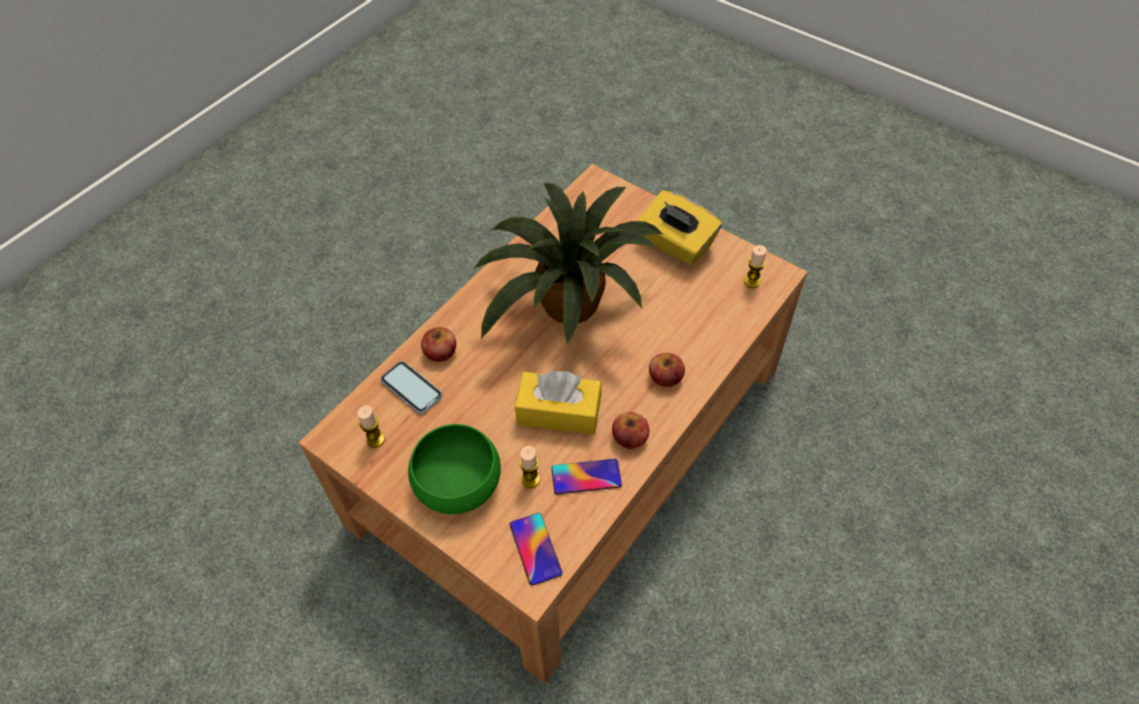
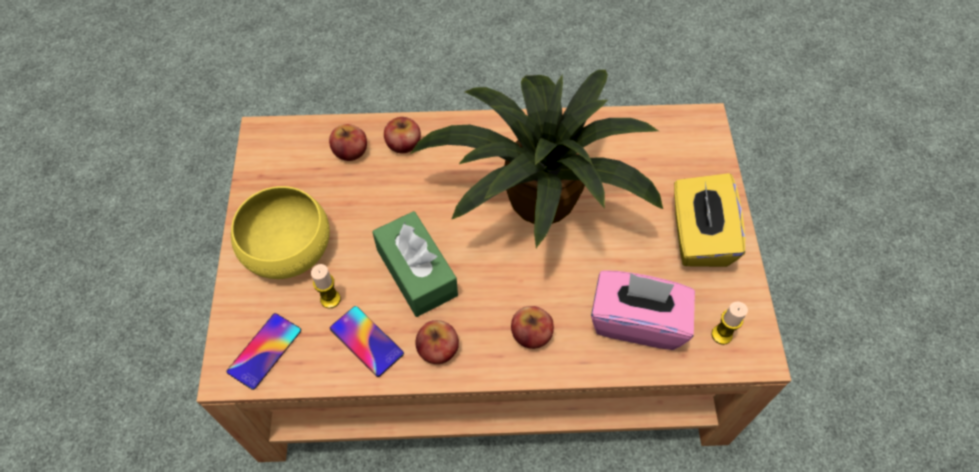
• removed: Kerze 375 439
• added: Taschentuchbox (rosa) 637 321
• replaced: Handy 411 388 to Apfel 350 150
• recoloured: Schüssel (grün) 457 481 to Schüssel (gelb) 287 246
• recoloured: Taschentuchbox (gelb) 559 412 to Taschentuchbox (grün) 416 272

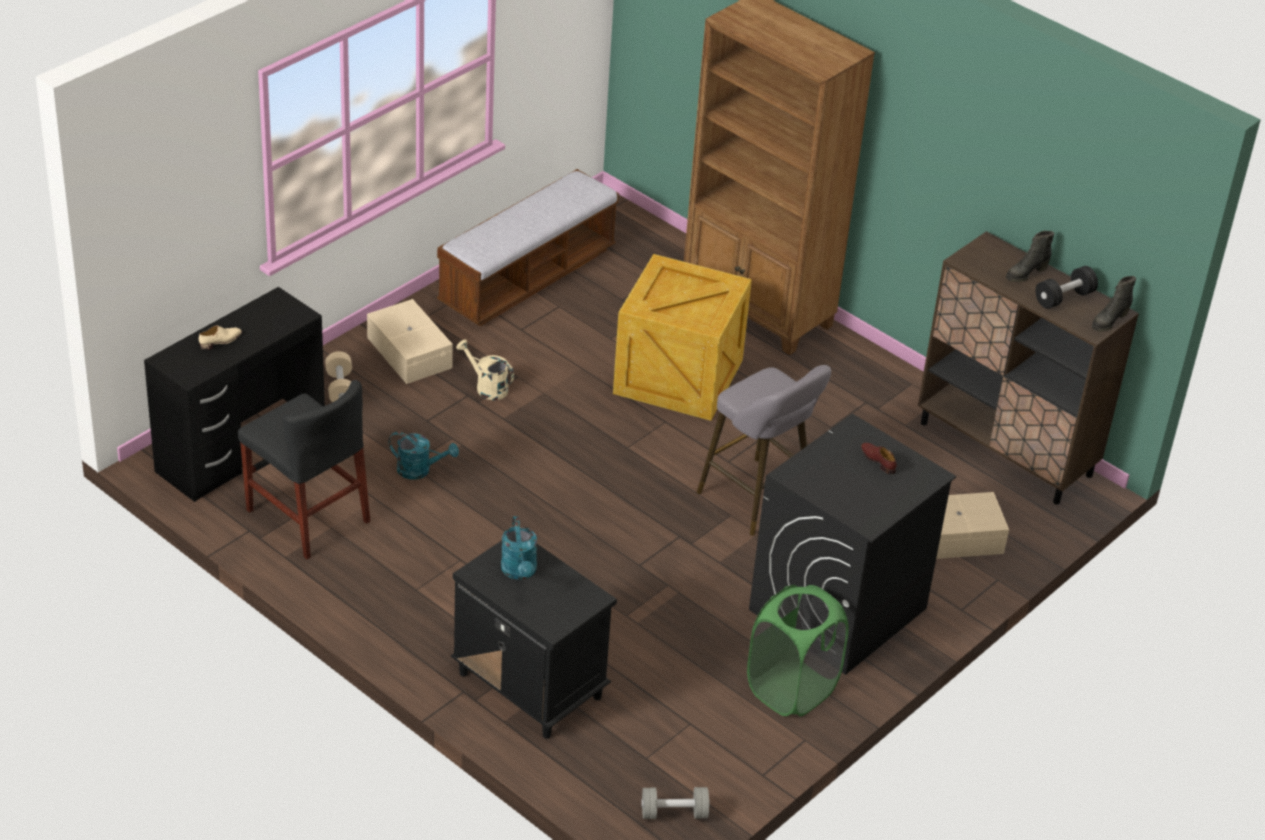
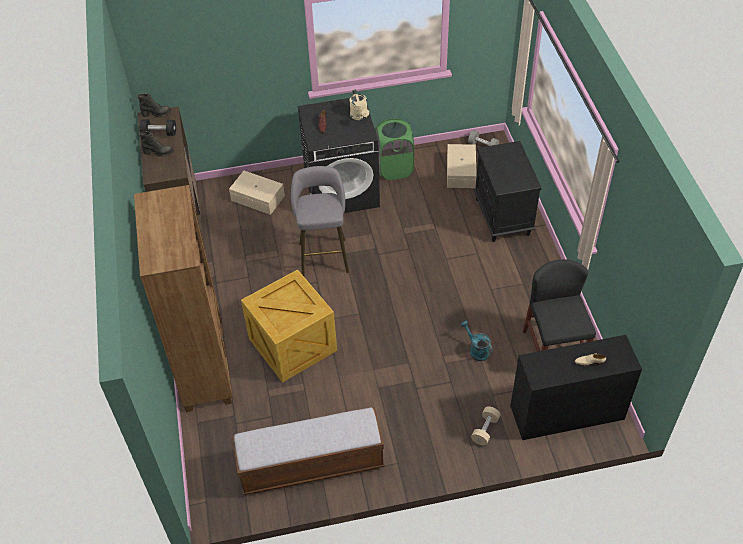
• removed: Gießkanne (türkis) 520 572
• moved: Aufbewahrungsbox (beige) 410 352 to 460 172
• moved: Gießkanne (beige) 487 387 to 360 116

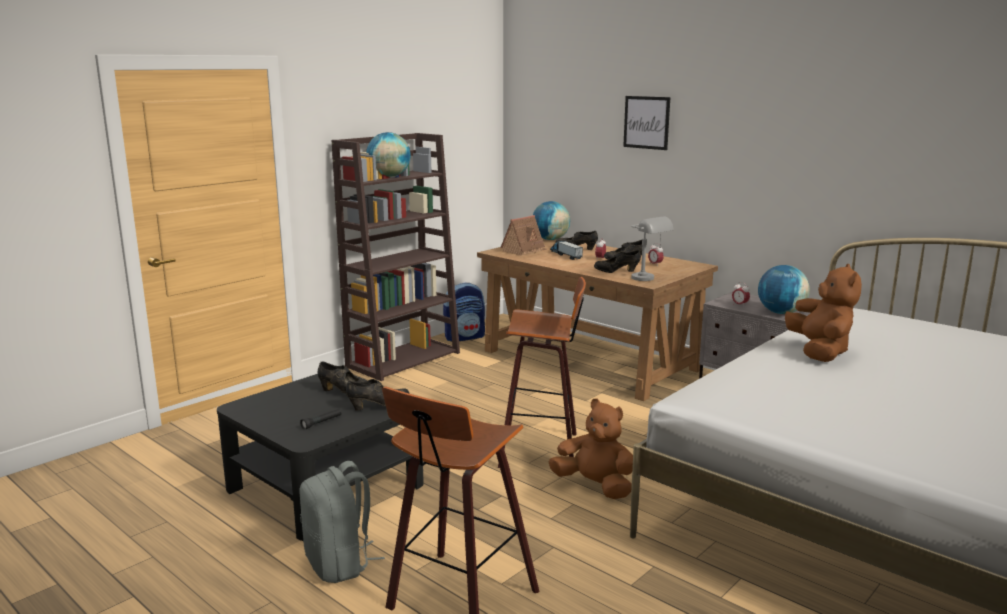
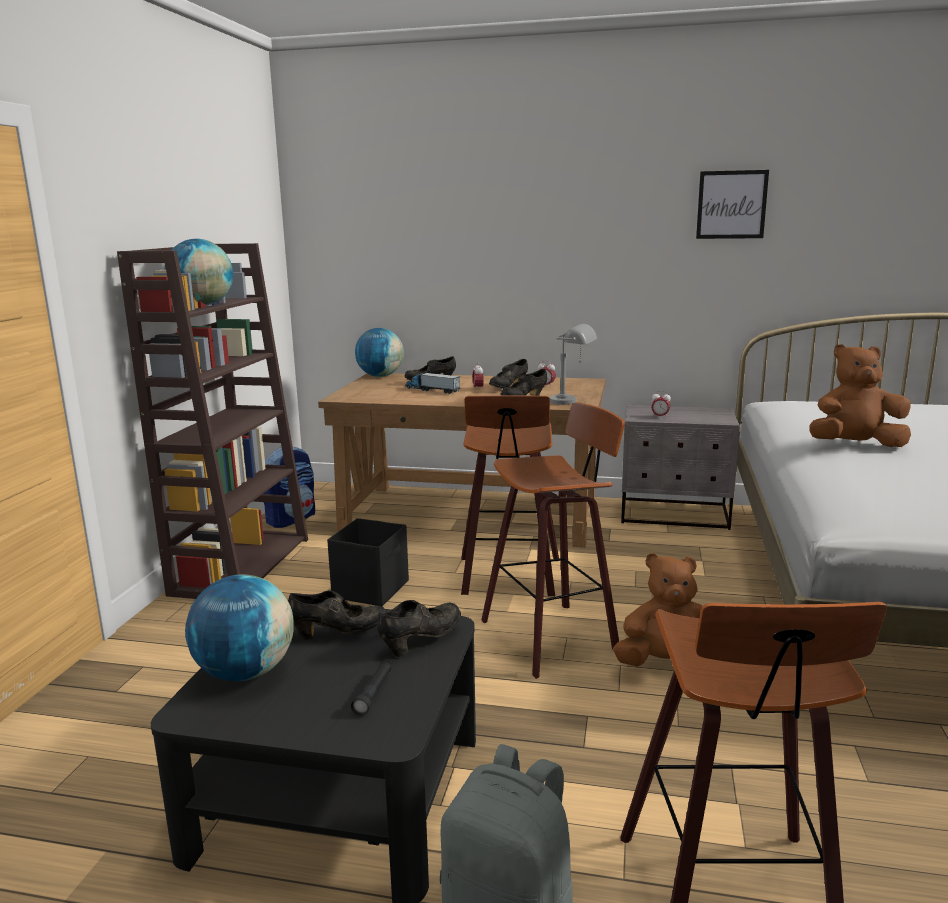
• removed: Spielzeughaus 524 250
• added: Aufbewahrungsbox (schwarz) 372 589
• added: Hocker 509 578
• moved: Bild 646 122 to 731 204
• moved: Globus 781 313 to 245 673
• turned: Plüschtier (braun) 819 352 = 855 445 60 degrees counterclockwise

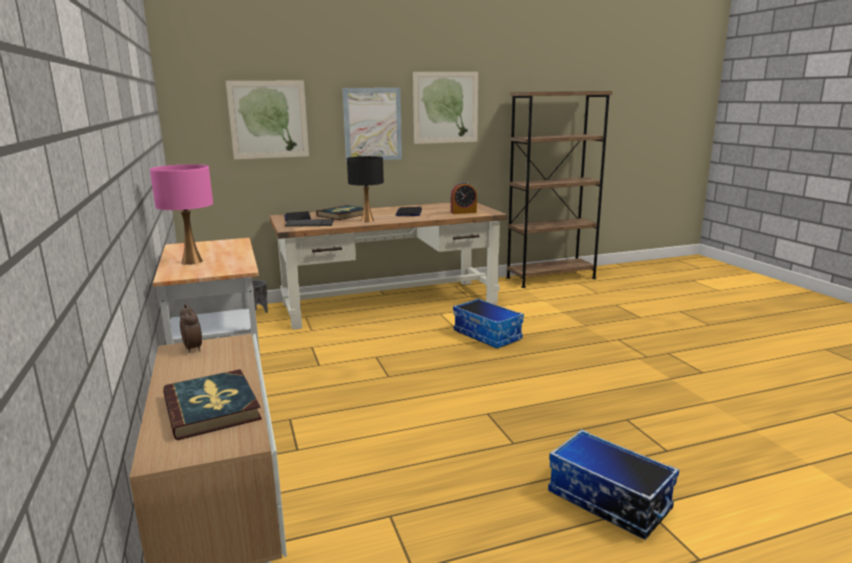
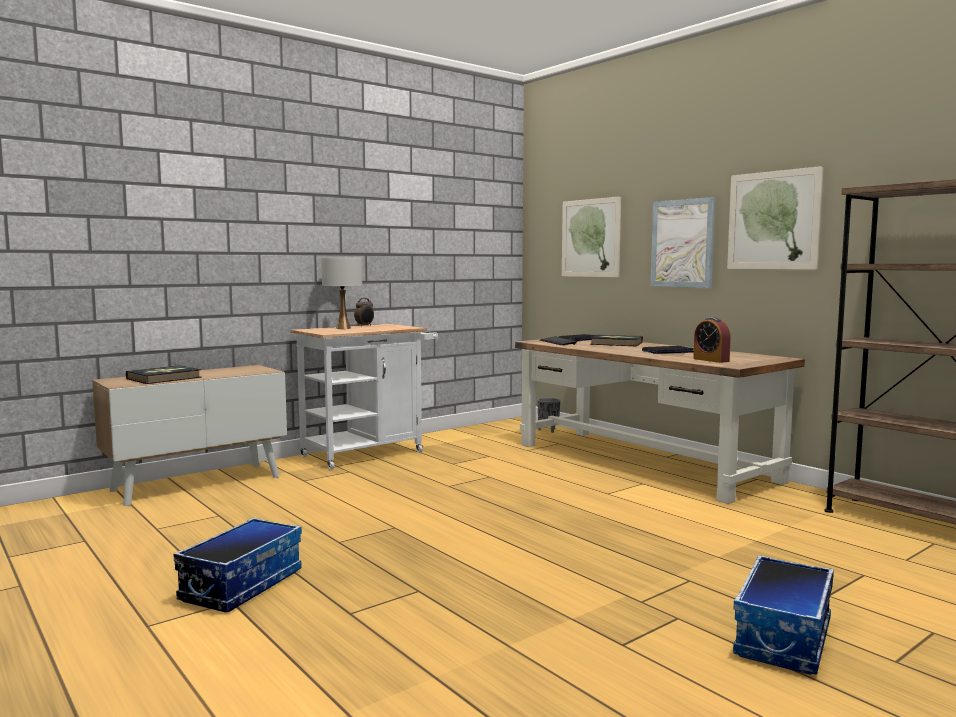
• removed: Tischlampe (schwarz) 367 221
• moved: Wecker 193 348 to 364 325
• moved: Aufbewahrungsbox 488 335 to 785 638
• recoloured: Tischlampe (rosa) 192 262 to Tischlampe (weiß) 343 328

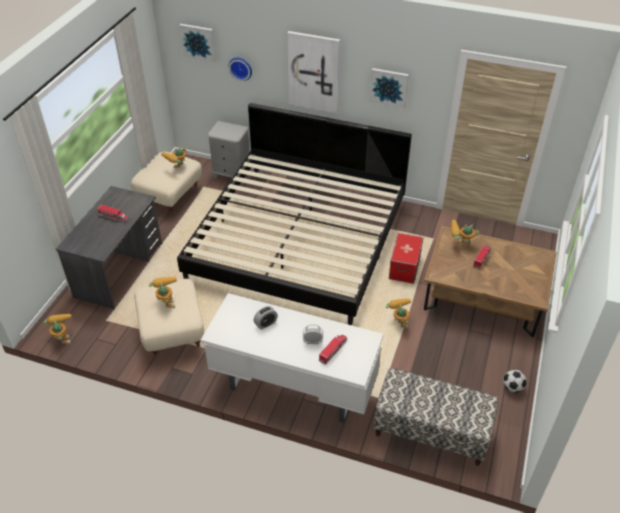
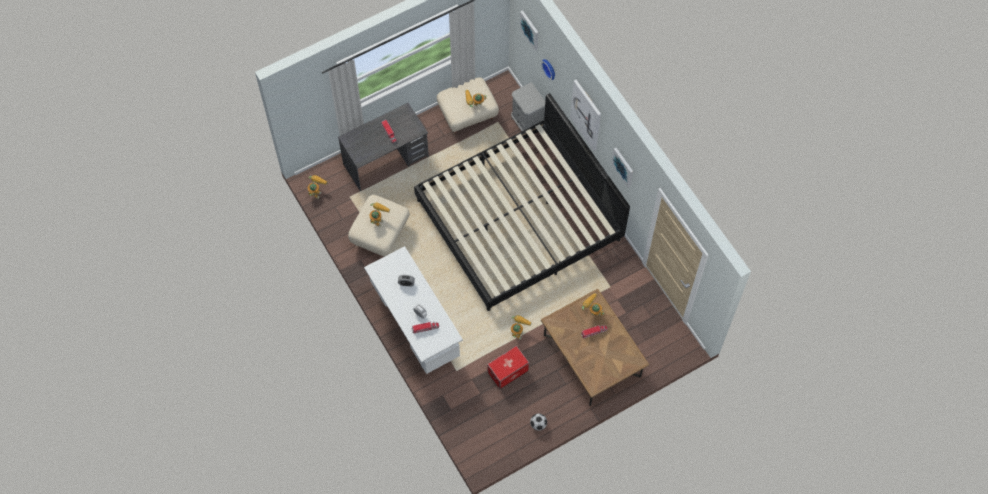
• removed: Bank 430 432
• moved: Aufbewahrungsbox 404 267 to 508 371

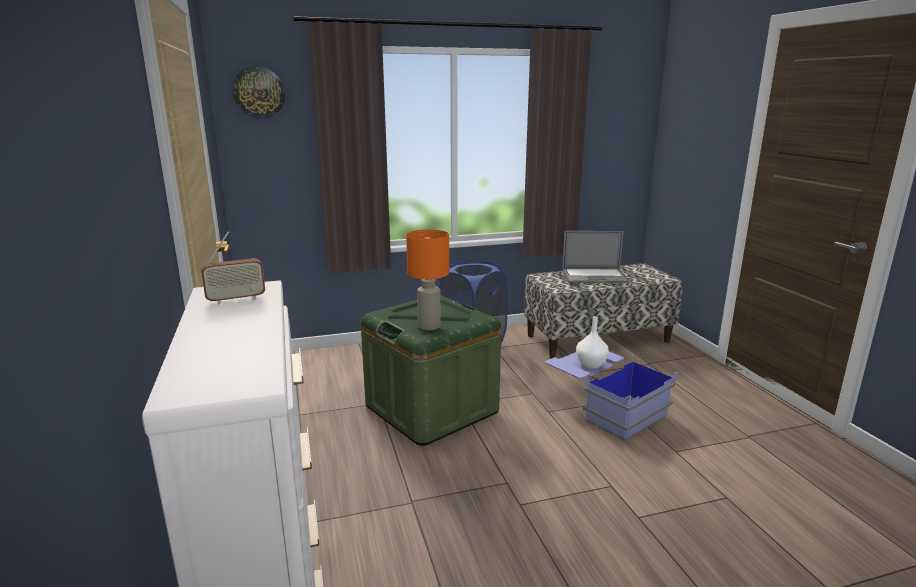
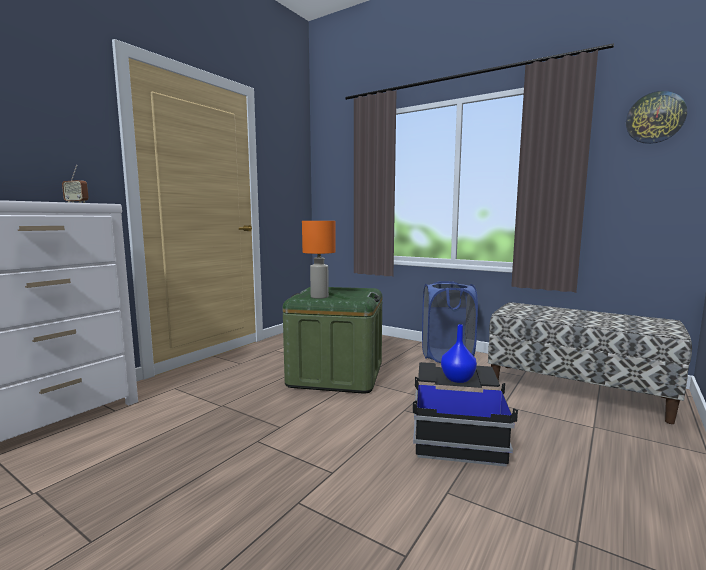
• removed: Laptop 594 276
• moved: Wanduhr 259 92 to 655 118
• recoloured: Aufbewahrungsbox (blau) 604 408 to Aufbewahrungsbox (schwarz) 457 430
• recoloured: Vase (weiß) 590 364 to Vase (blau) 457 379

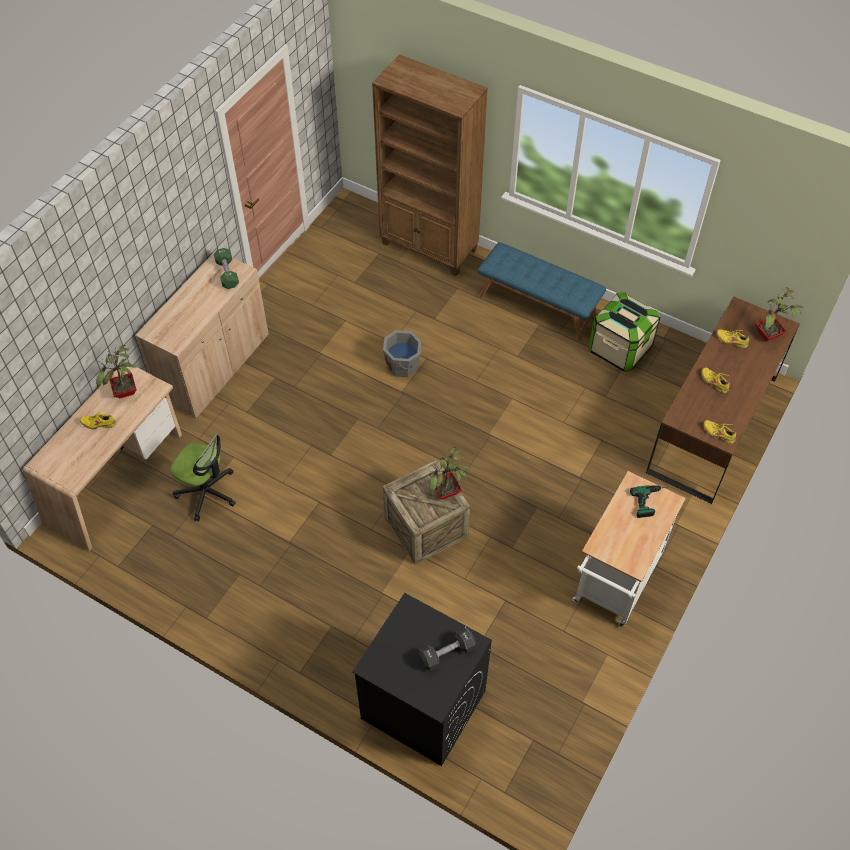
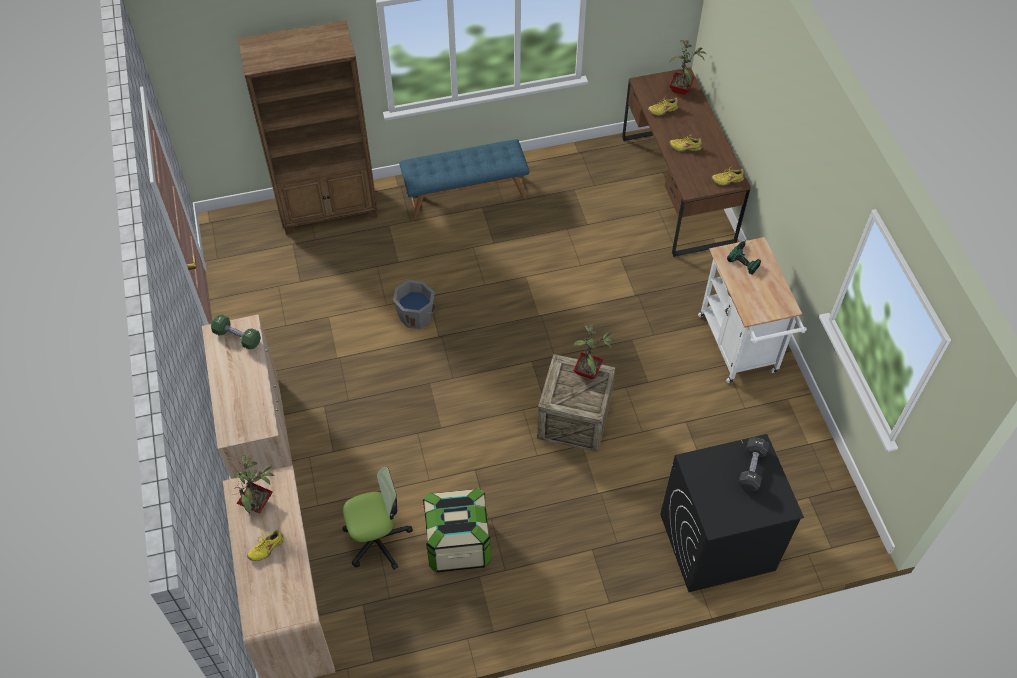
• moved: Aufbewahrungsbox 620 349 to 458 544

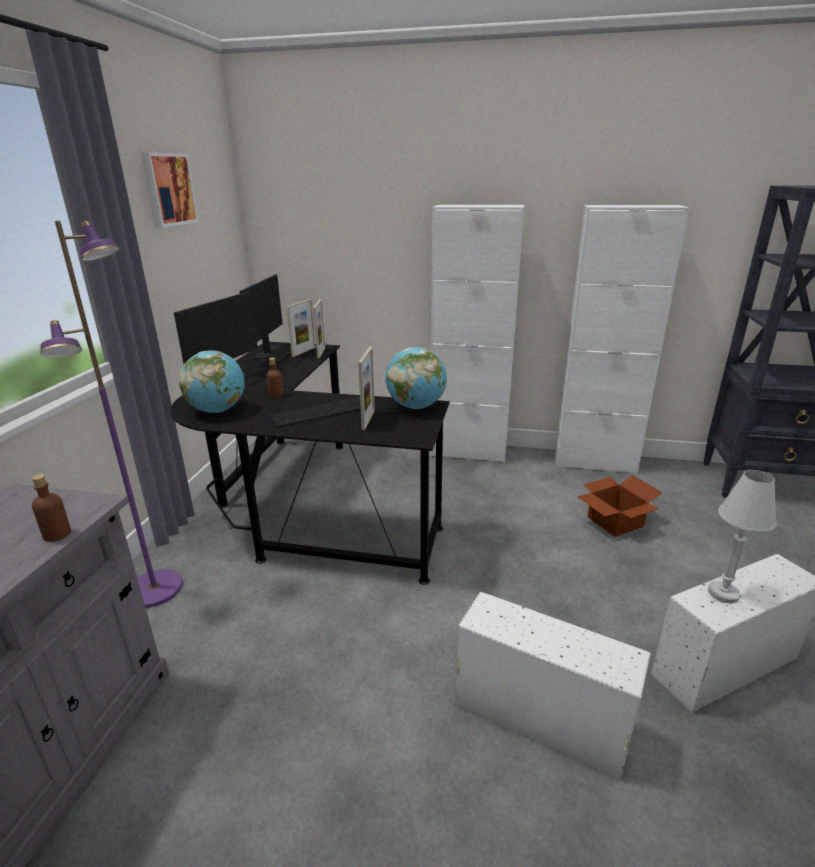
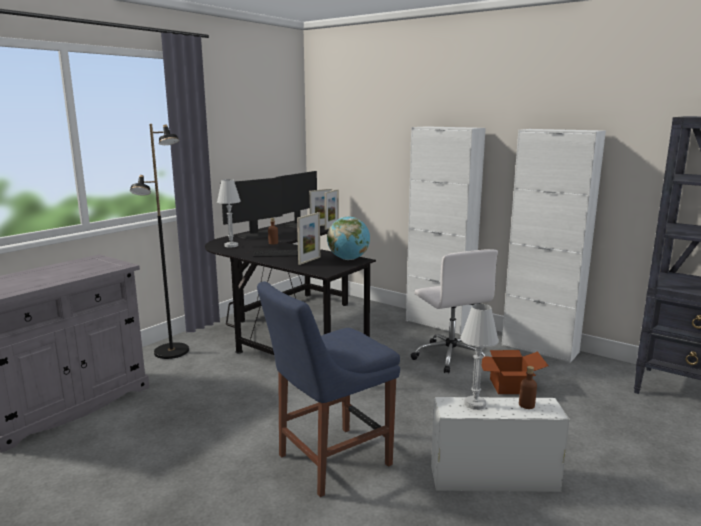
• removed: Bild 168 189
• added: Bürostuhl (weiß) 450 356
• moved: Flasche (braun) 57 534 to 526 405
• replaced: Globus 217 410 to Tischlampe (weiß) 231 245
• replaced: Aufbewahrungsbox (weiß) 537 717 to Stuhl (blau) 329 461
• recoloured: Stehlampe (lila) 155 590 to Stehlampe (schwarz) 172 352

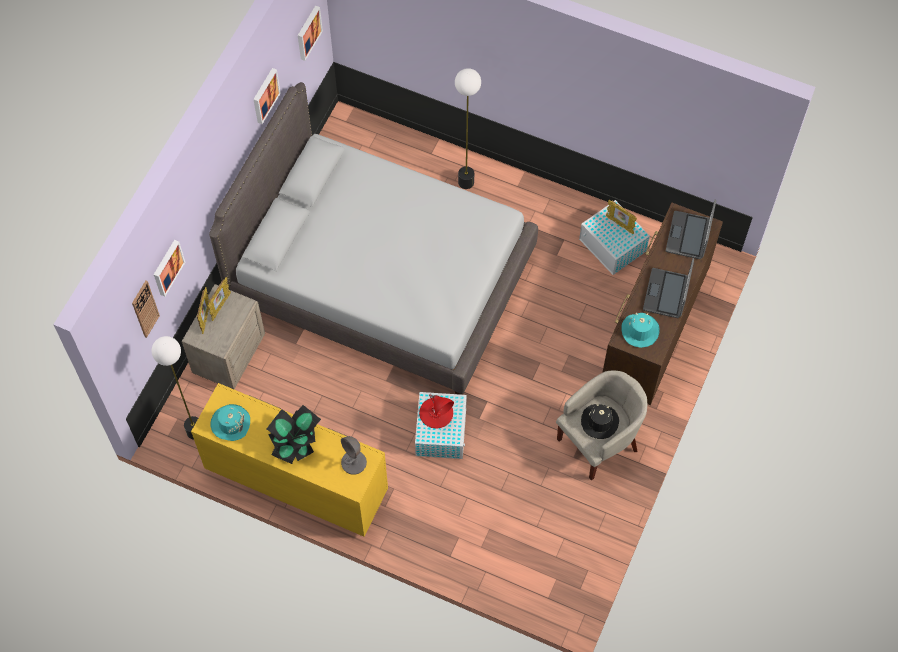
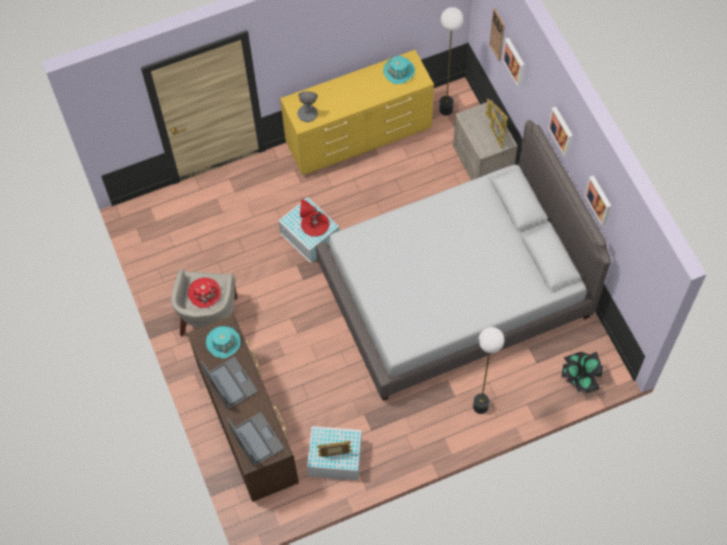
• moved: Topfpflanze 295 442 to 580 377
• moved: Bild 308 32 to 562 130
• recoloured: Hut (schwarz) 599 422 to Hut (rot) 204 293

